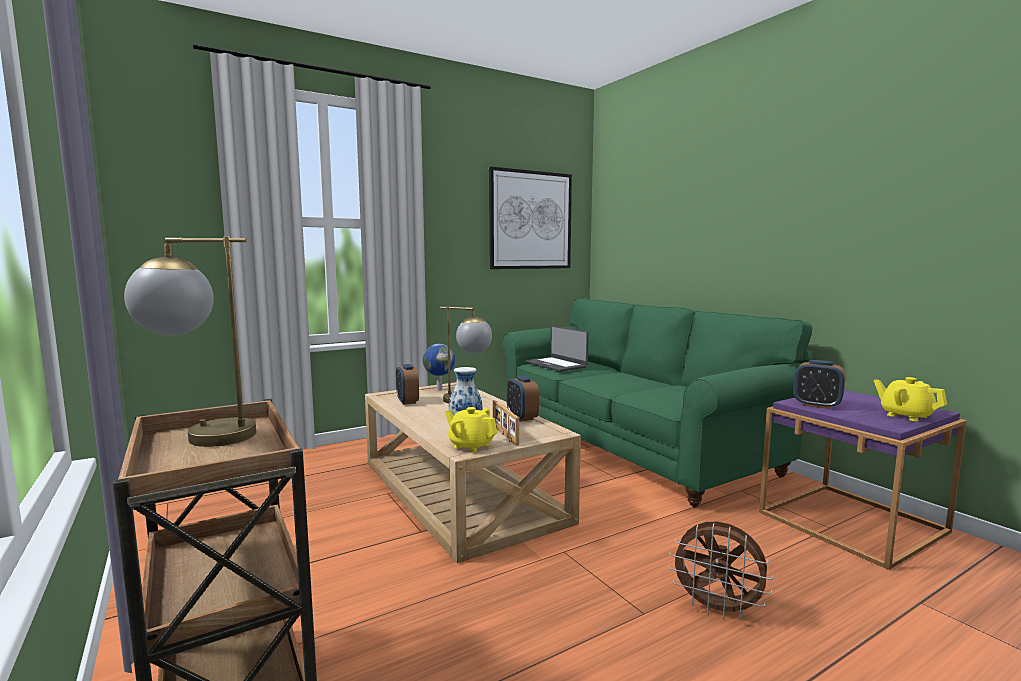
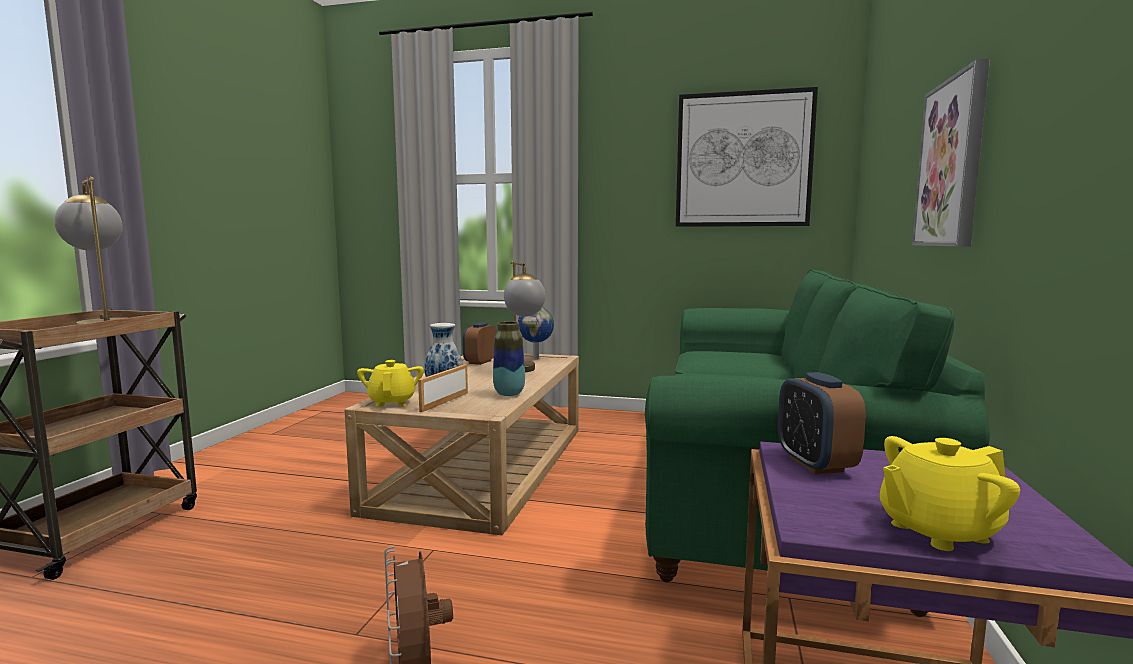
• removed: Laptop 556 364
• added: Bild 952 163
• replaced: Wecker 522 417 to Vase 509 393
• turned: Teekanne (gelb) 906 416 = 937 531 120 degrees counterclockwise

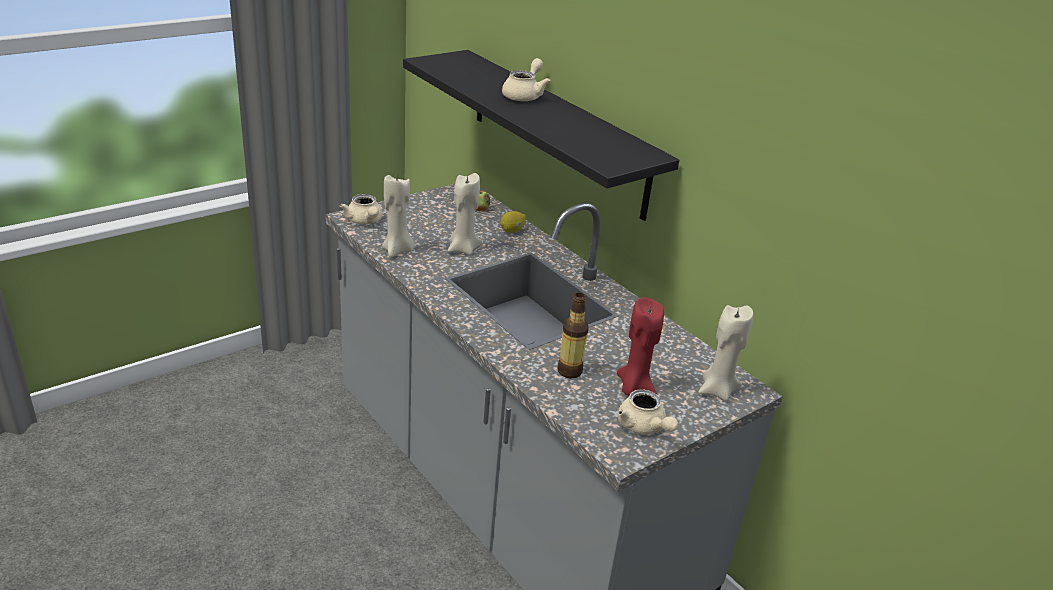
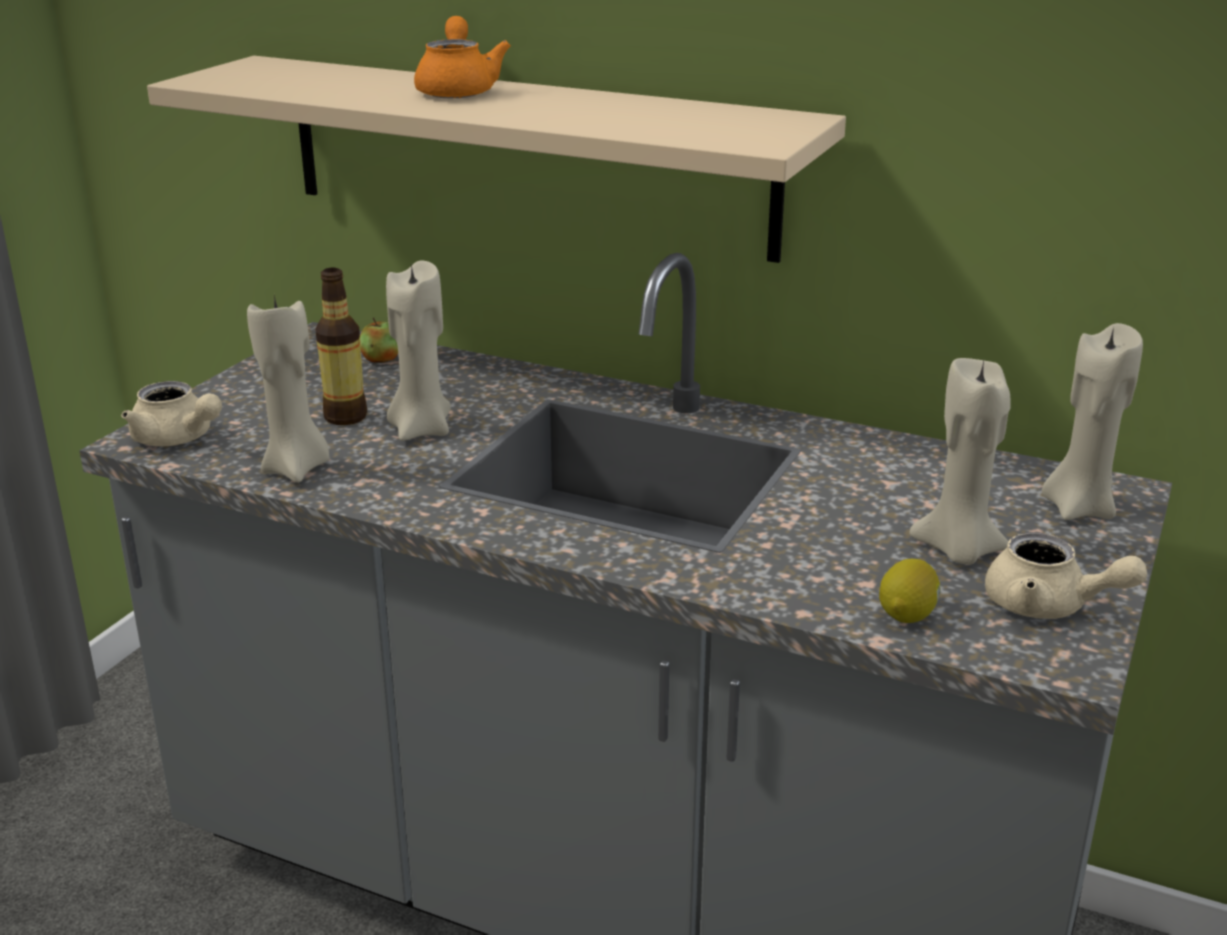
• moved: Zitrone 512 231 to 908 614
• moved: Flasche 569 371 to 345 417
• recoloured: Wandregal (schwarz) 557 132 to Wandregal (beige) 525 155
• recoloured: Teekanne (beige) 524 95 to Teekanne (orange) 458 90
• recoloured: Kerze (rot) 633 388 to Kerze (beige) 958 550

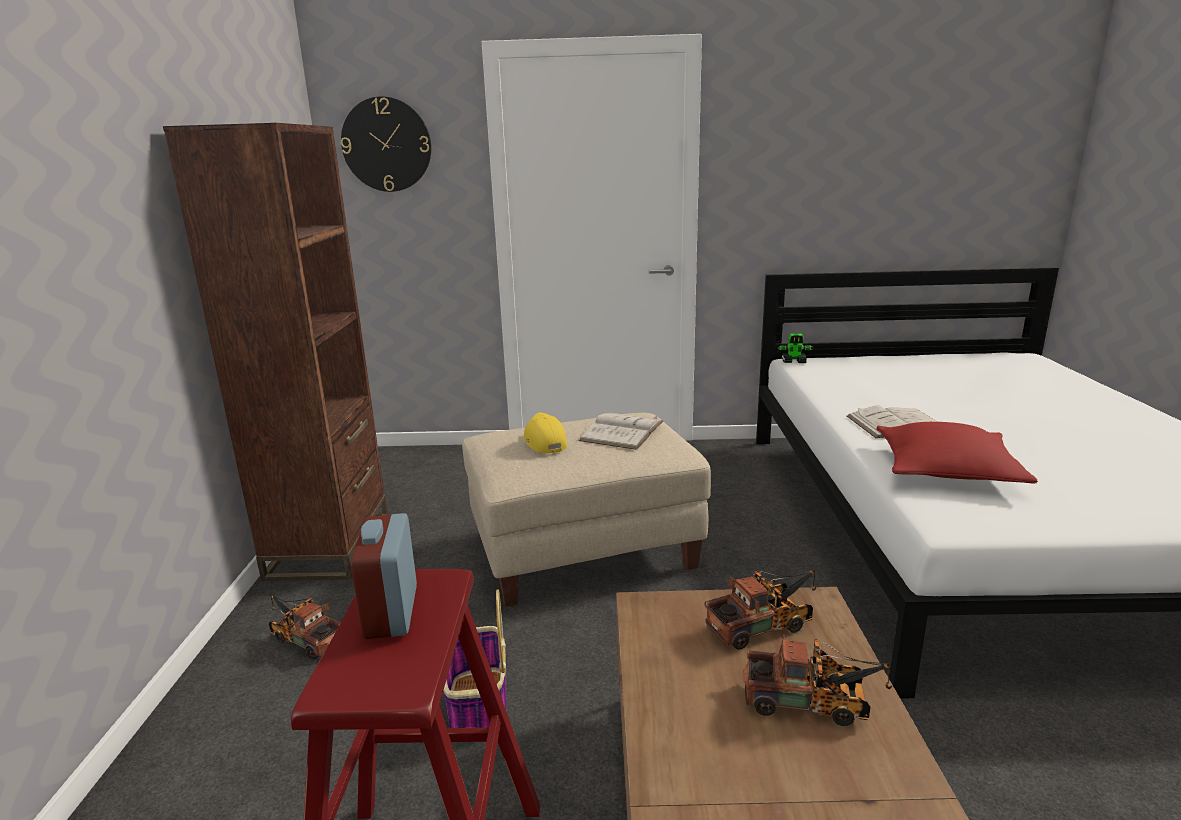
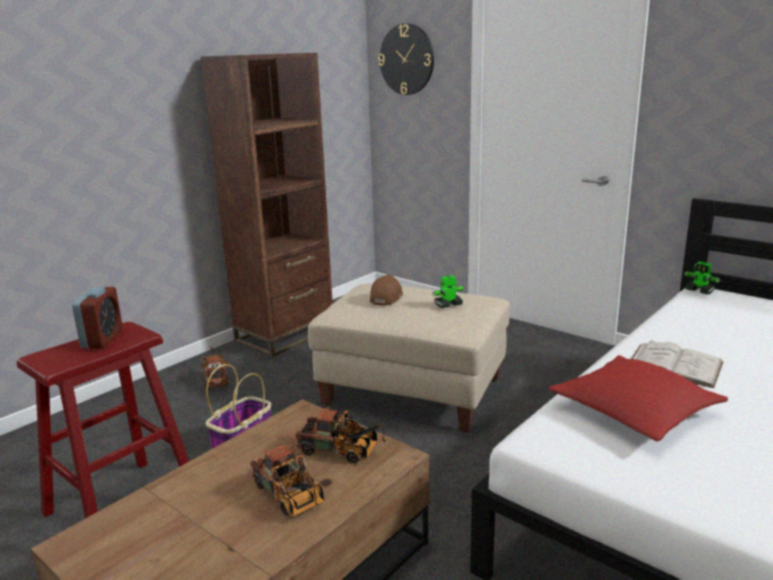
• replaced: Buch (weiß) 622 431 to Spielzeugroboter 448 305
• recoloured: Kappe (gelb) 543 442 to Kappe (braun) 386 297
• turned: Wecker 391 612 = 102 339 150 degrees clockwise

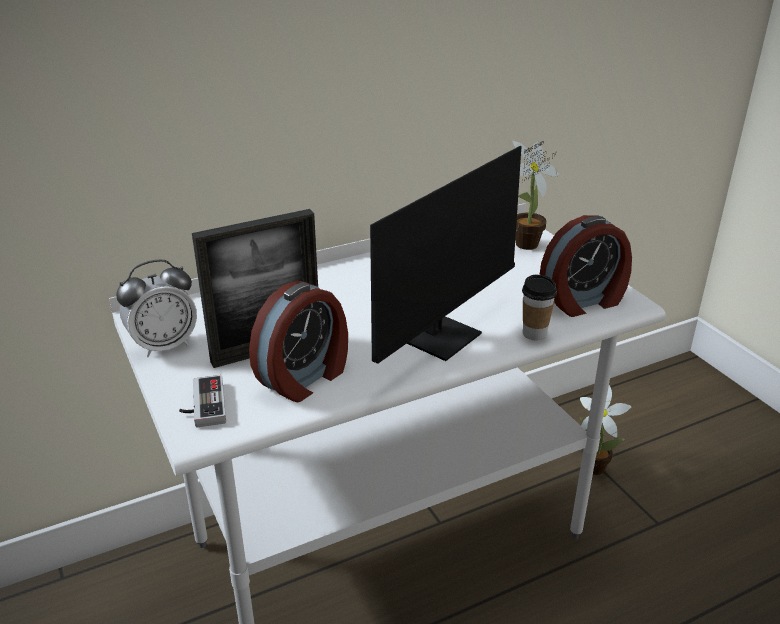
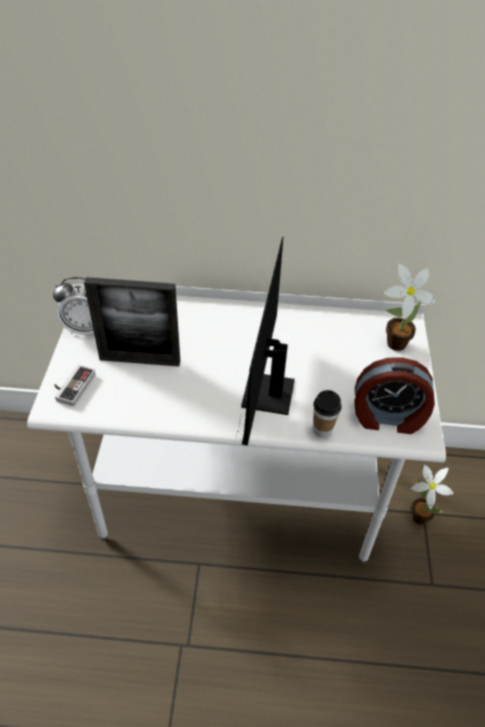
• removed: Wecker 305 378
• turned: Monitor 448 332 = 264 400 120 degrees clockwise

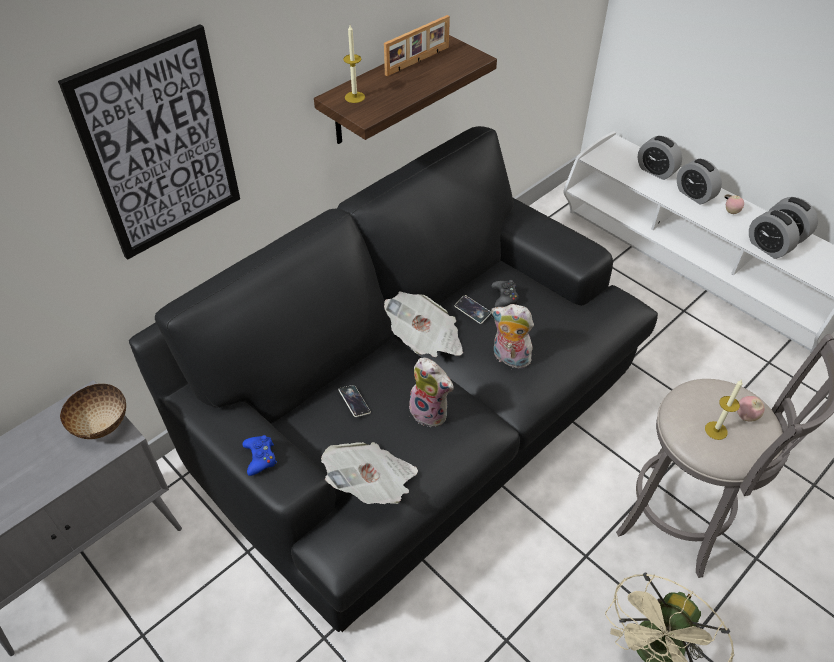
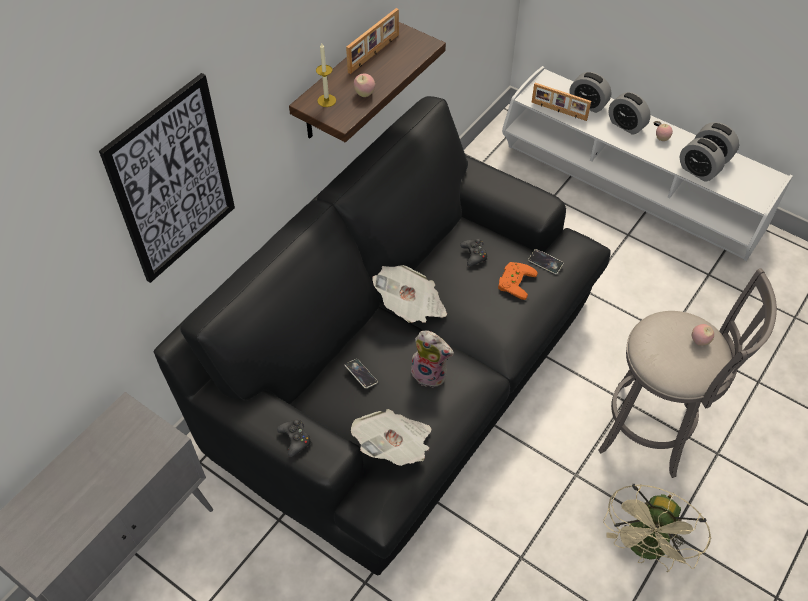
• removed: Schüssel 101 424
• removed: Plüschtier 509 358
• removed: Kerze 716 430
• added: Apfel 364 94
• added: Gamepad (orange) 514 281
• added: Bilderrahmen 558 111
• moved: Handy 472 311 to 545 263
• recoloured: Gamepad (blau) 260 457 to Gamepad (schwarz) 295 439

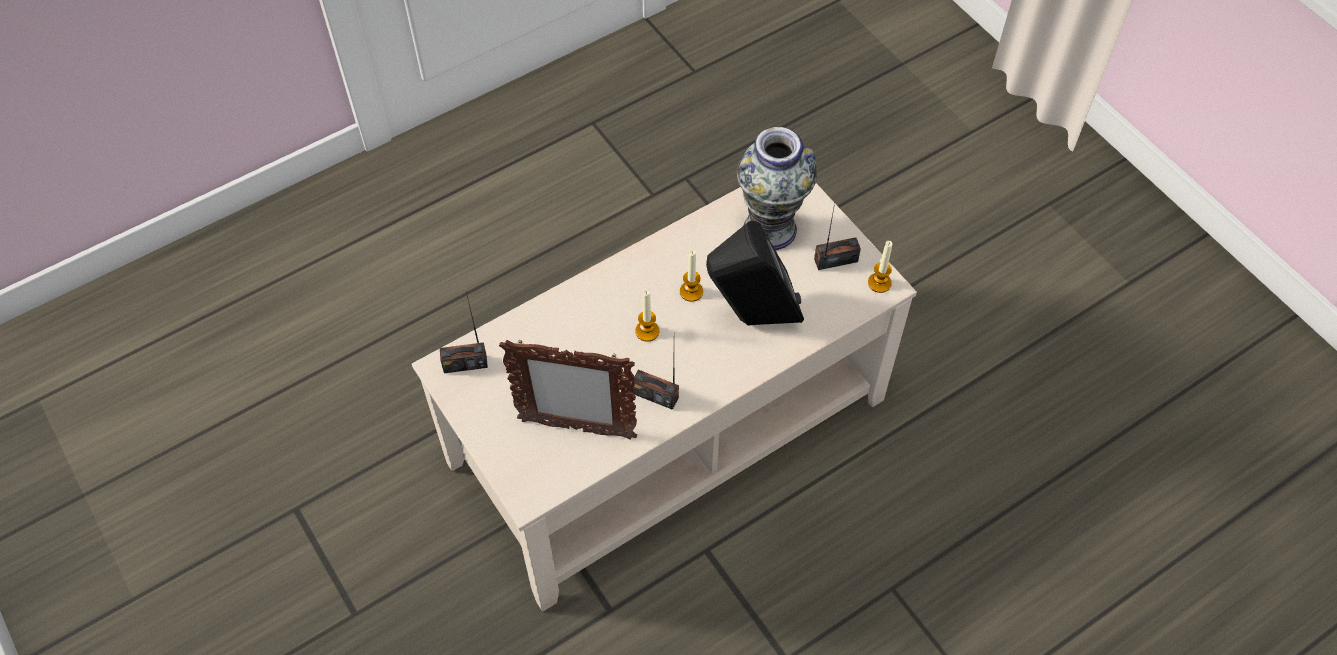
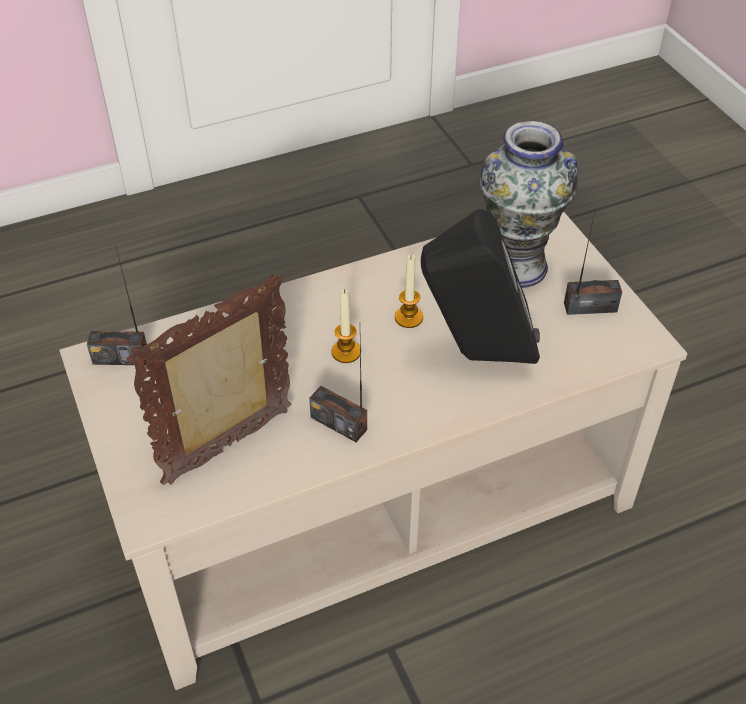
• removed: Kerze 879 283
• turned: Bilderrahmen 576 428 = 230 447 120 degrees clockwise

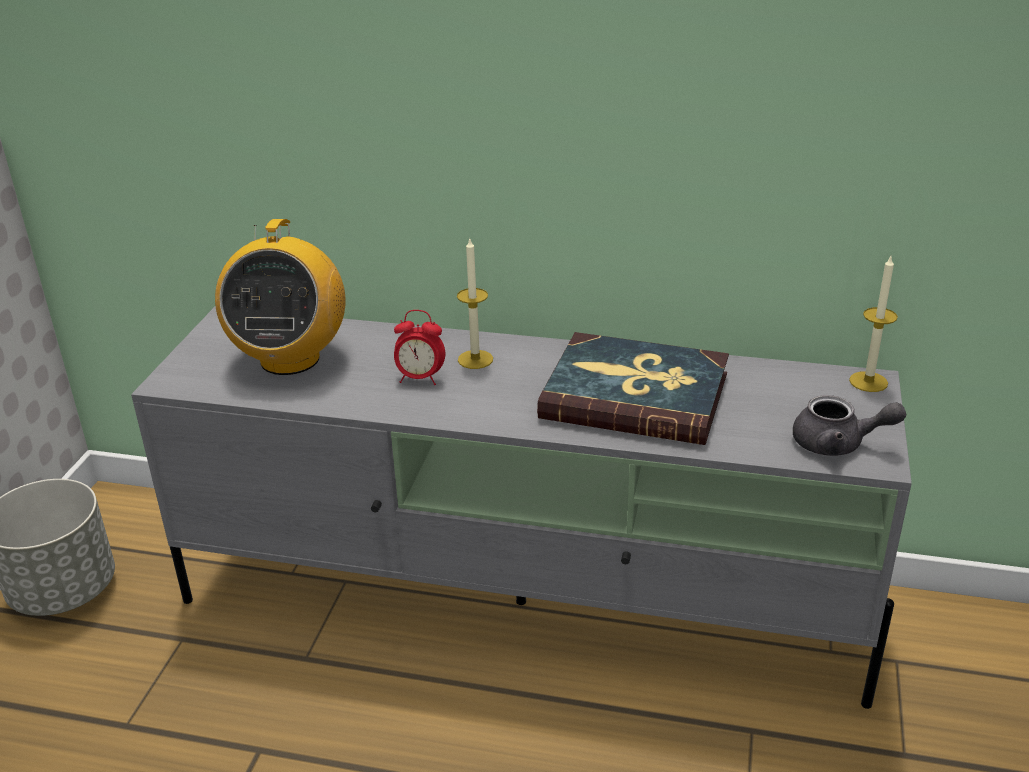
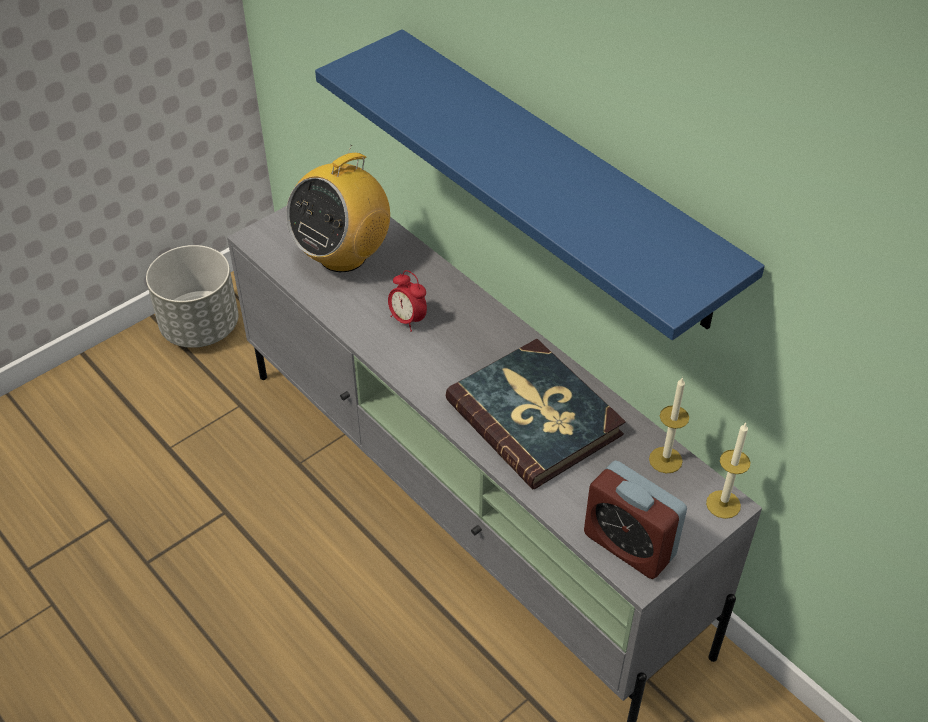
• added: Wandregal (blau) 560 178
• moved: Kerze 475 359 to 665 460
• replaced: Teekanne (grau) 838 444 to Wecker 629 545

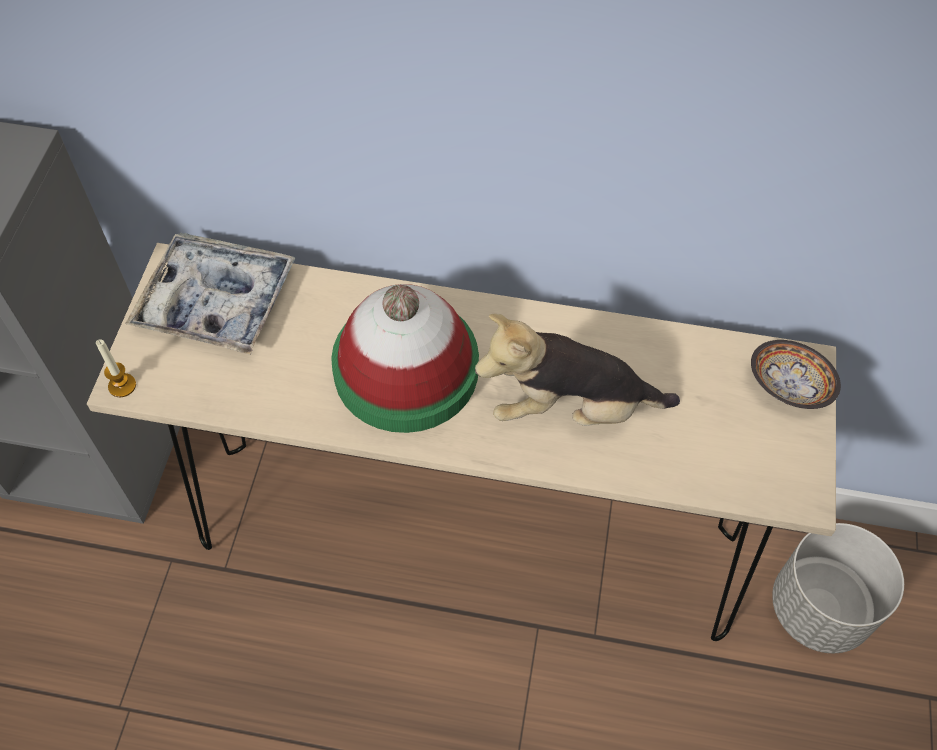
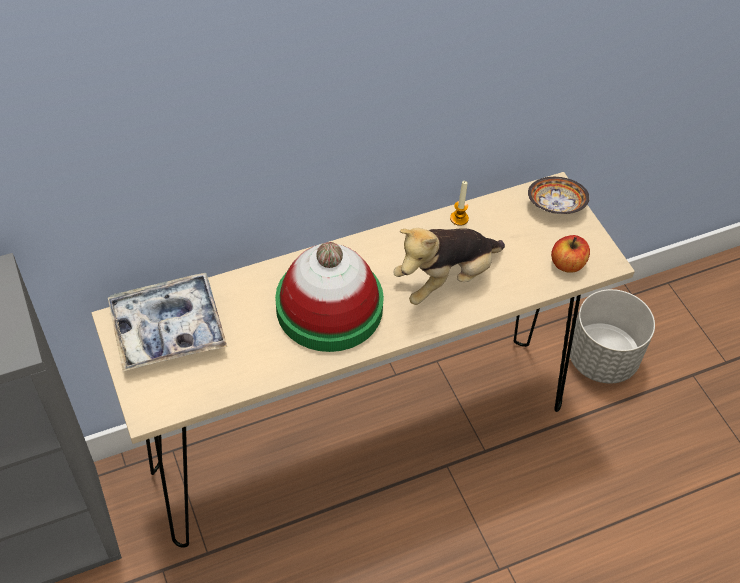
• added: Apfel 567 264
• moved: Kerze 122 386 to 459 218

